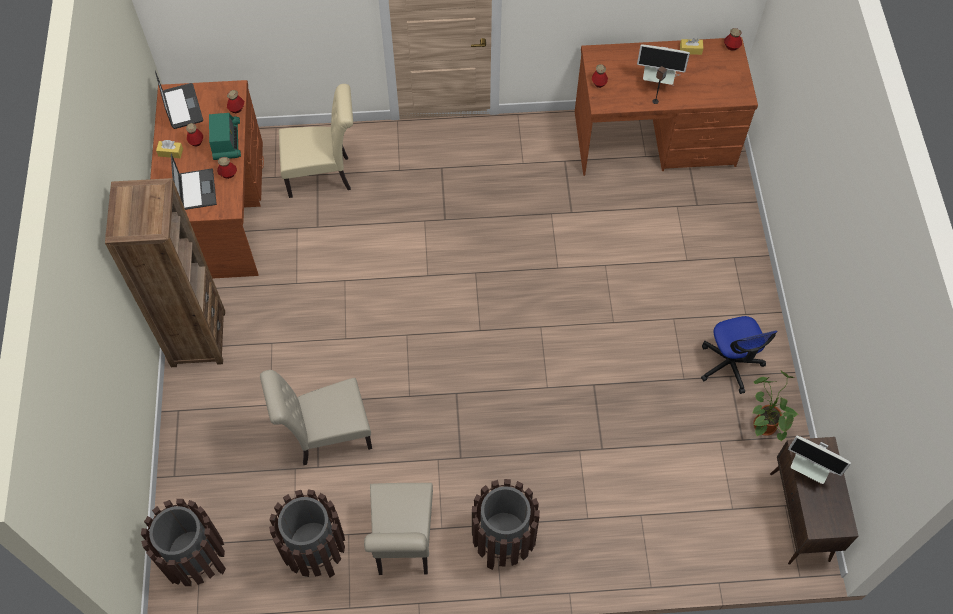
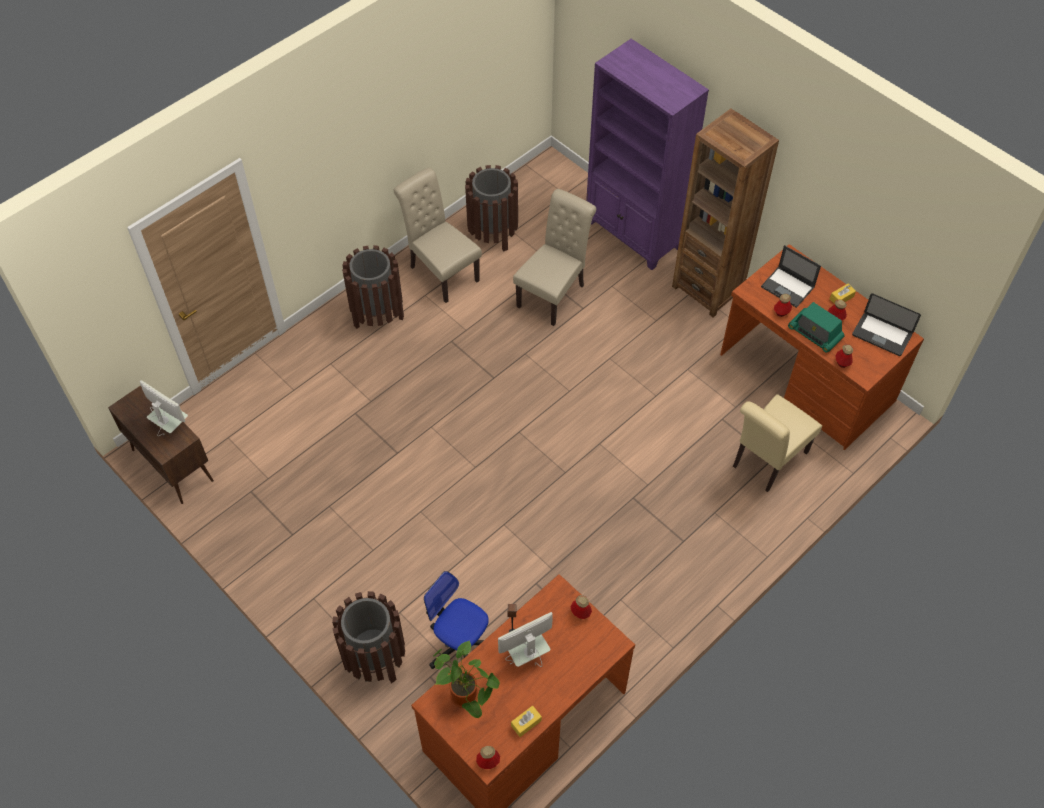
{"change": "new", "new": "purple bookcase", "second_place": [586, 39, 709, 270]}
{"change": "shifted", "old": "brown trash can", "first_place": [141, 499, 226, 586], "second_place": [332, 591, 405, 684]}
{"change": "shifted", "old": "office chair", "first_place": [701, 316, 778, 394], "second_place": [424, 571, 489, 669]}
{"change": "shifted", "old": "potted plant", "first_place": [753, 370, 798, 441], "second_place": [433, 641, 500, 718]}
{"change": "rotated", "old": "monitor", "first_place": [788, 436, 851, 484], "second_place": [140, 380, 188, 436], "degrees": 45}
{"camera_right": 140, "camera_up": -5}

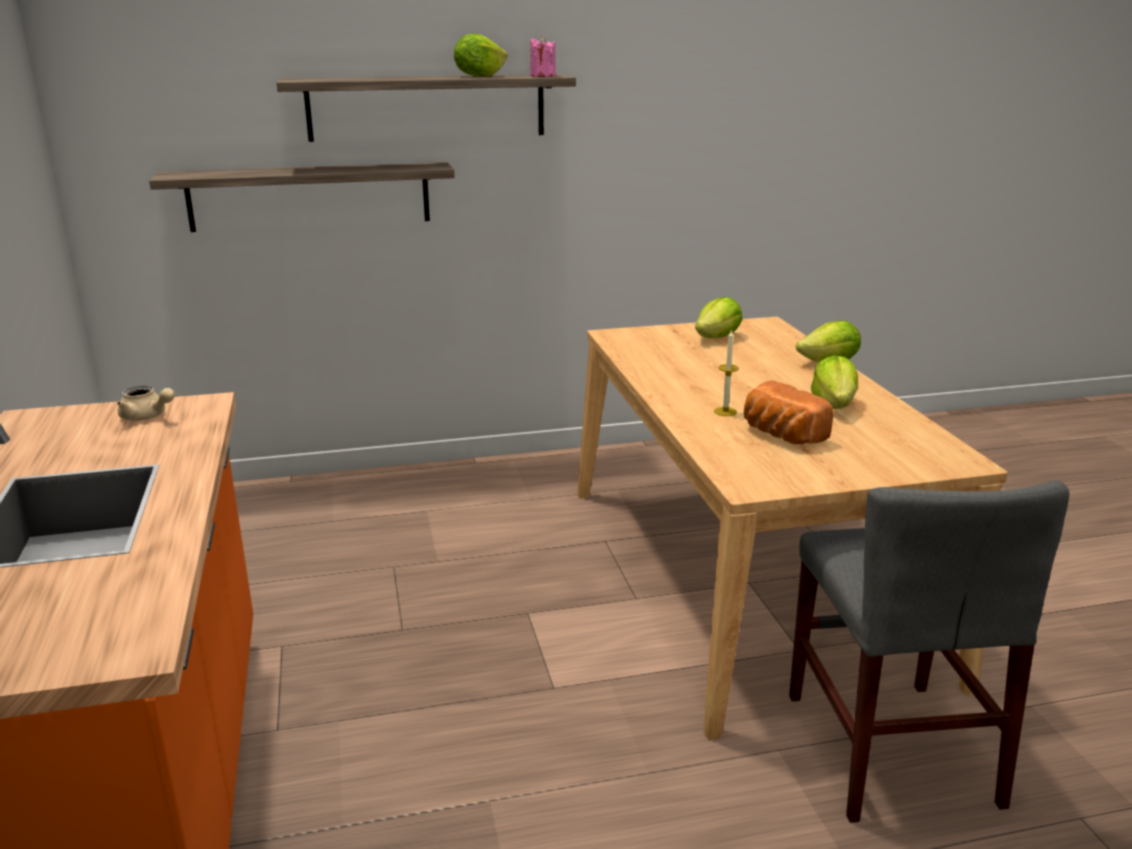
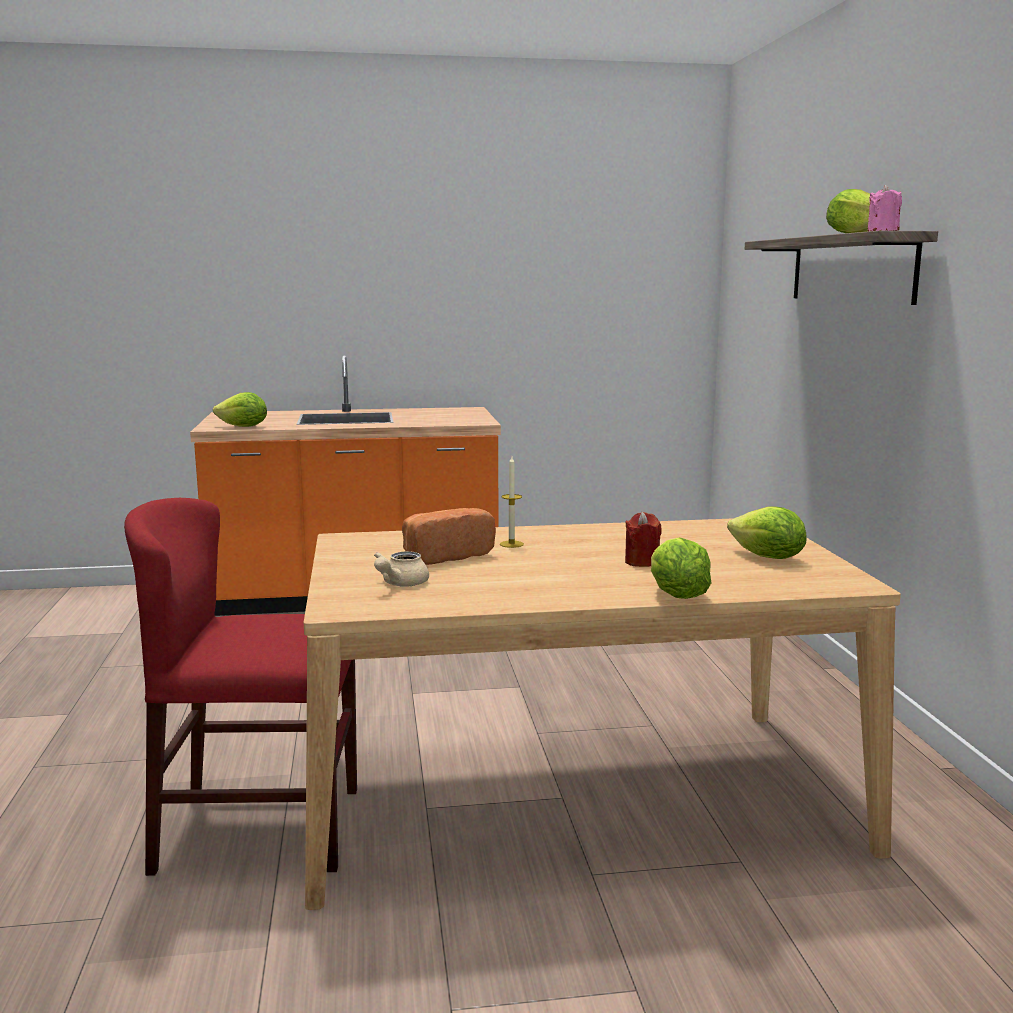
{"change": "gone", "old": "shelf", "first_place": [149, 162, 455, 232]}
{"change": "new", "new": "red candle", "second_place": [625, 512, 662, 567]}
{"change": "shifted", "old": "beige teapot", "first_place": [117, 386, 175, 421], "second_place": [374, 551, 429, 587]}
{"change": "shifted", "old": "lettuce", "first_place": [811, 355, 858, 409], "second_place": [213, 392, 267, 427]}
{"change": "repainted", "old": "grey chair", "new": "red chair", "first_place": [789, 480, 1069, 823], "second_place": [124, 498, 357, 876]}
{"camera_right": 95, "camera_up": -10}

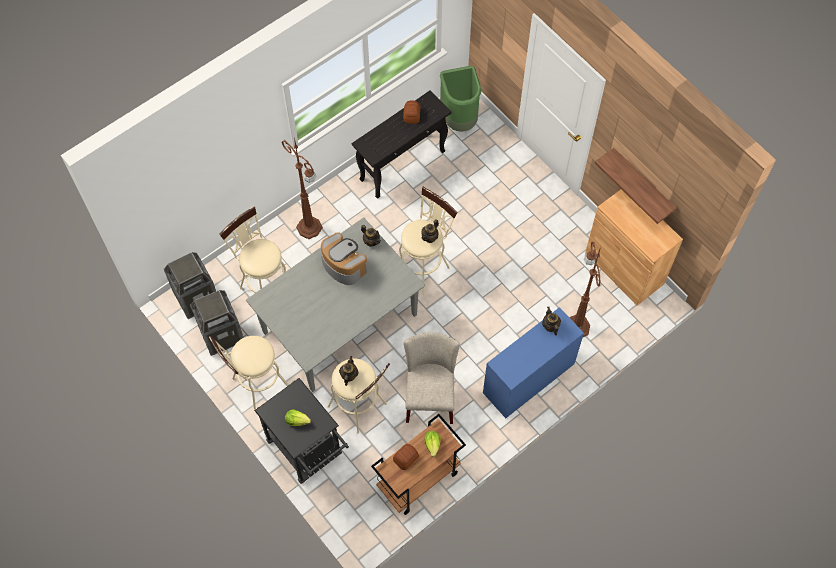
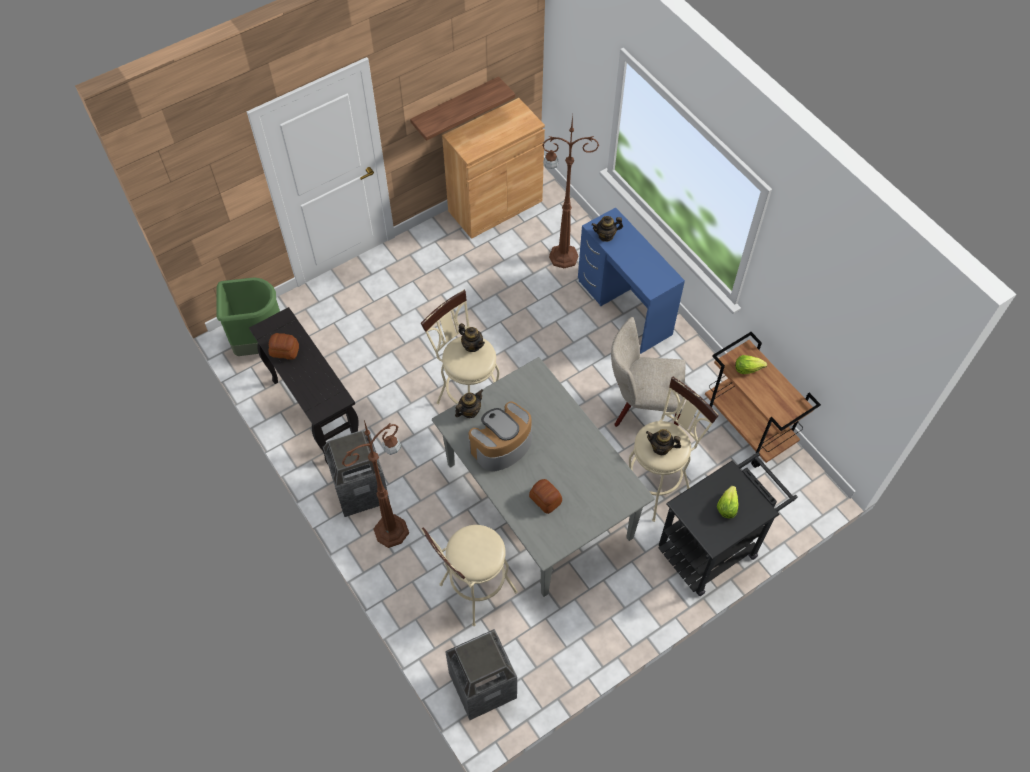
{"change": "gone", "old": "beige stool", "first_place": [209, 336, 289, 410]}
{"change": "shifted", "old": "trash can", "first_place": [190, 290, 244, 356], "second_place": [323, 430, 390, 517]}
{"change": "shifted", "old": "bread", "first_place": [393, 444, 419, 470], "second_place": [529, 479, 562, 514]}
{"camera_right": -85, "camera_up": -5}

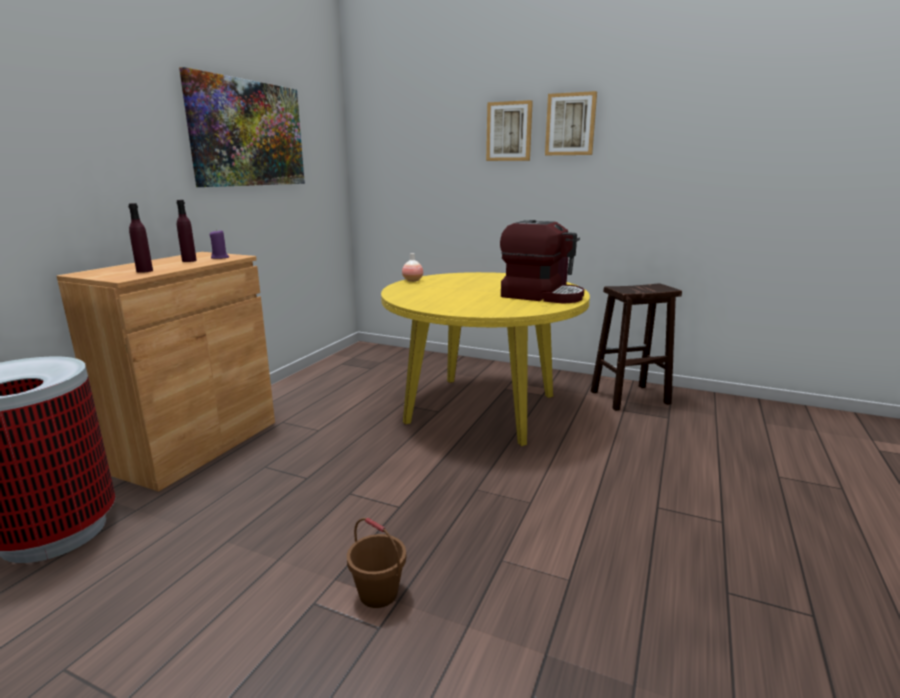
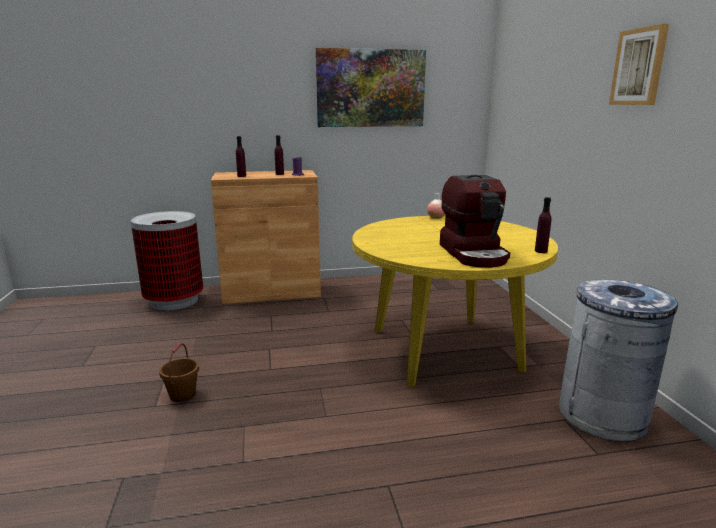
{"change": "gone", "old": "picture", "first_place": [486, 100, 533, 161]}
{"change": "swapped", "old": "brown stool", "new": "grey trash can", "first_place": [591, 283, 682, 411], "second_place": [559, 279, 678, 442]}
{"camera_right": 55, "camera_up": 0}

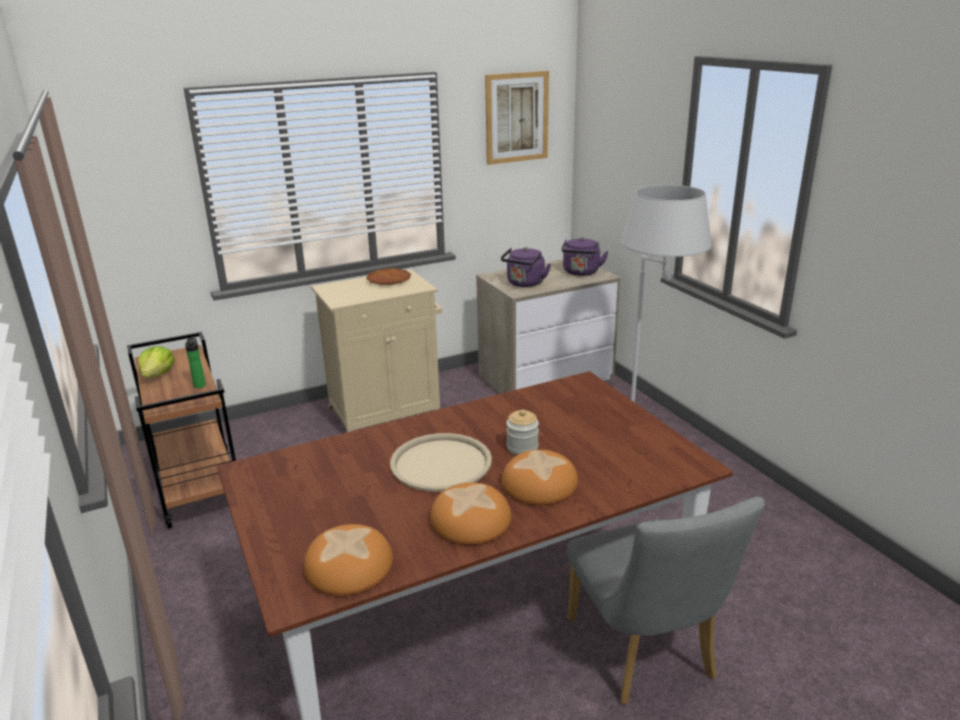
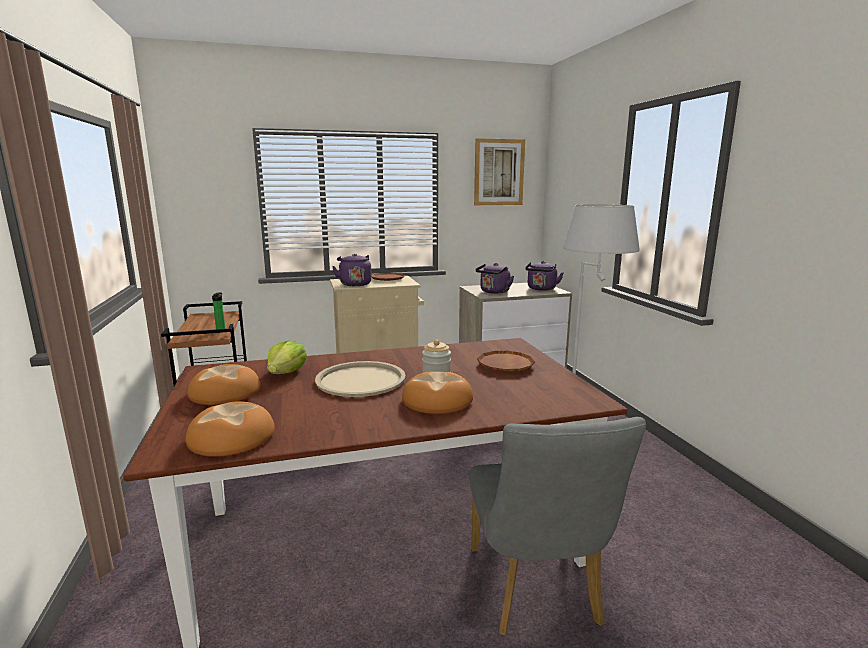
{"change": "new", "new": "purple kettle", "second_place": [332, 254, 372, 286]}
{"change": "new", "new": "brown plate", "second_place": [477, 351, 535, 372]}
{"change": "shifted", "old": "lettuce", "first_place": [139, 346, 175, 378], "second_place": [267, 340, 307, 374]}
{"change": "shifted", "old": "bread", "first_place": [430, 482, 512, 545], "second_place": [188, 364, 261, 405]}
{"camera_right": 10, "camera_up": -10}

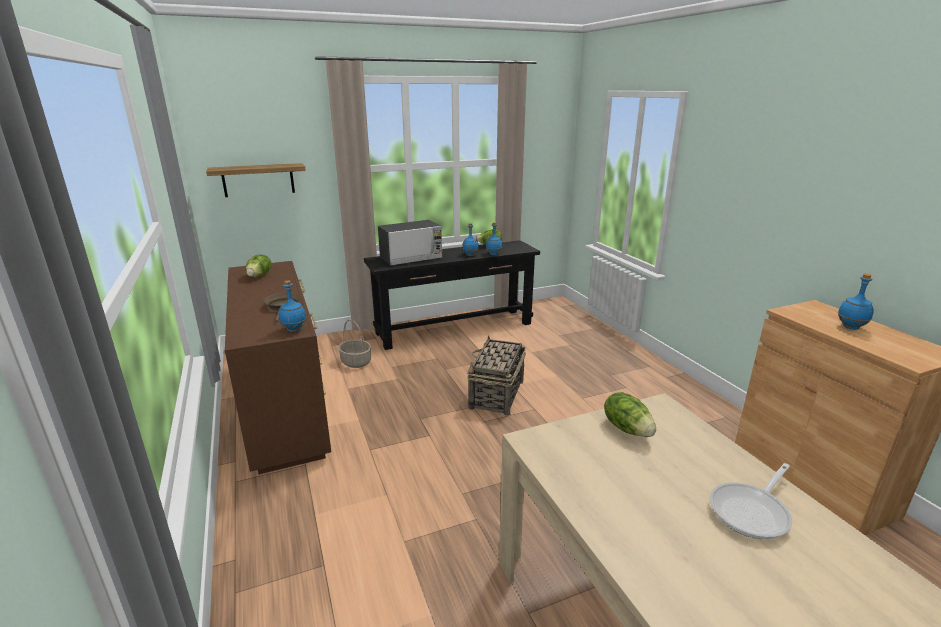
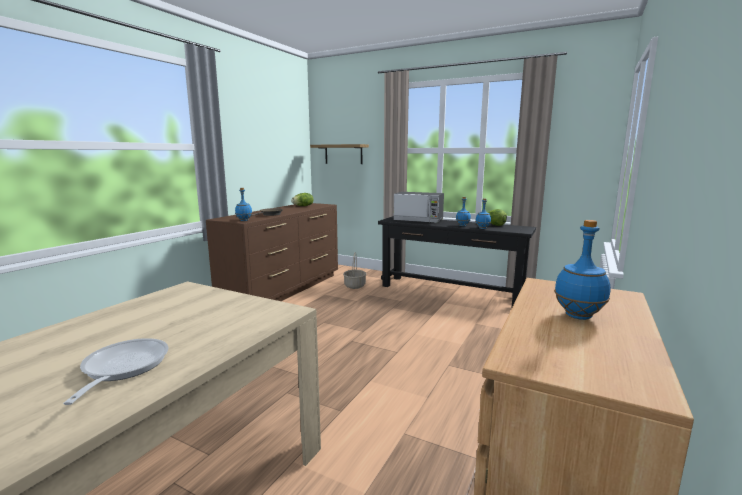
{"change": "gone", "old": "basket", "first_place": [467, 335, 526, 416]}
{"change": "gone", "old": "lettuce", "first_place": [604, 392, 656, 437]}
{"change": "rotated", "old": "frying pan", "first_place": [710, 463, 792, 539], "second_place": [63, 338, 169, 405], "degrees": 75}
{"camera_right": 50, "camera_up": -10}

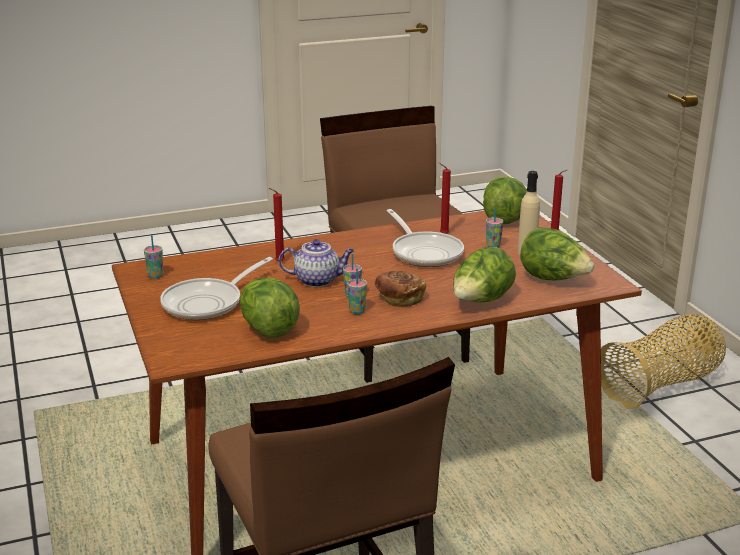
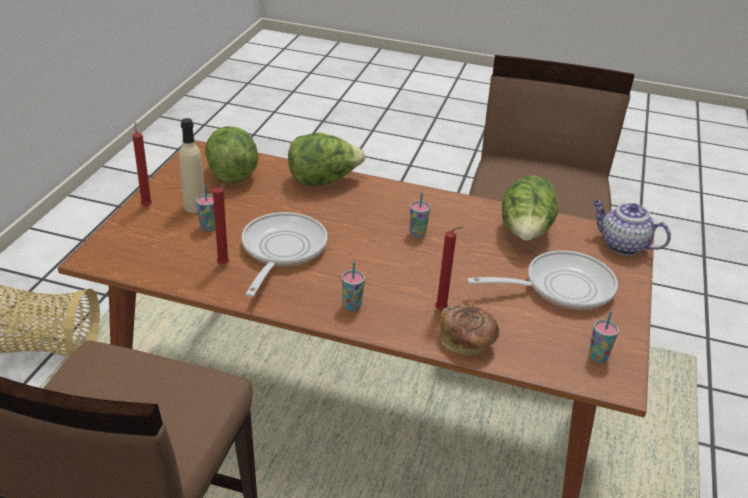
{"change": "gone", "old": "lettuce", "first_place": [483, 177, 527, 224]}
{"change": "shifted", "old": "teapot", "first_place": [278, 239, 354, 287], "second_place": [593, 200, 671, 255]}
{"change": "shifted", "old": "cup", "first_place": [347, 268, 367, 314], "second_place": [342, 262, 365, 311]}
{"change": "shifted", "old": "bread", "first_place": [375, 271, 426, 307], "second_place": [439, 305, 499, 355]}
{"camera_right": -145, "camera_up": 10}

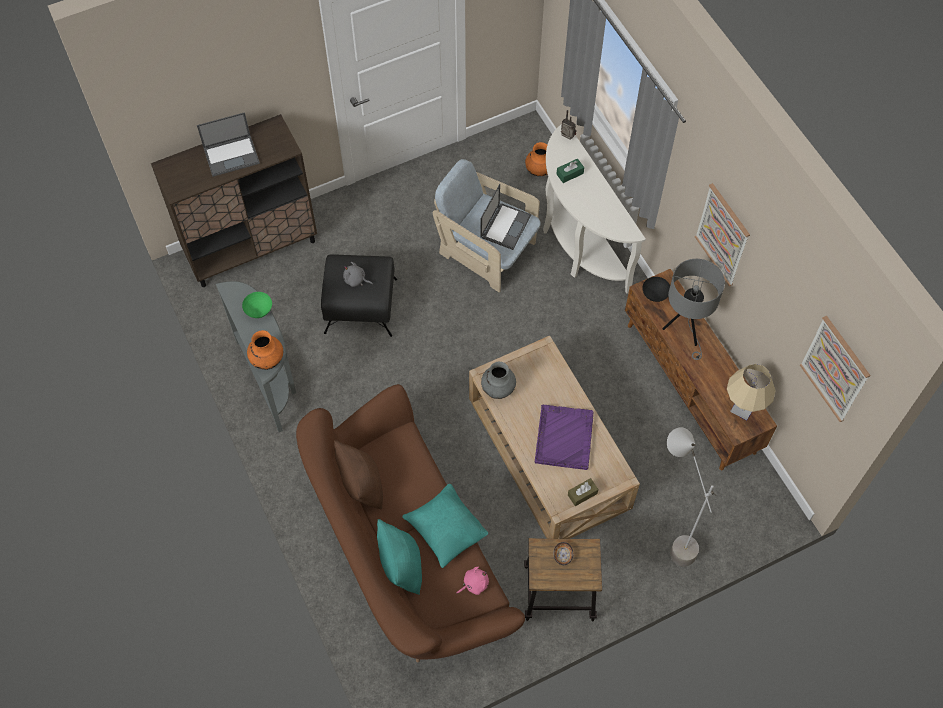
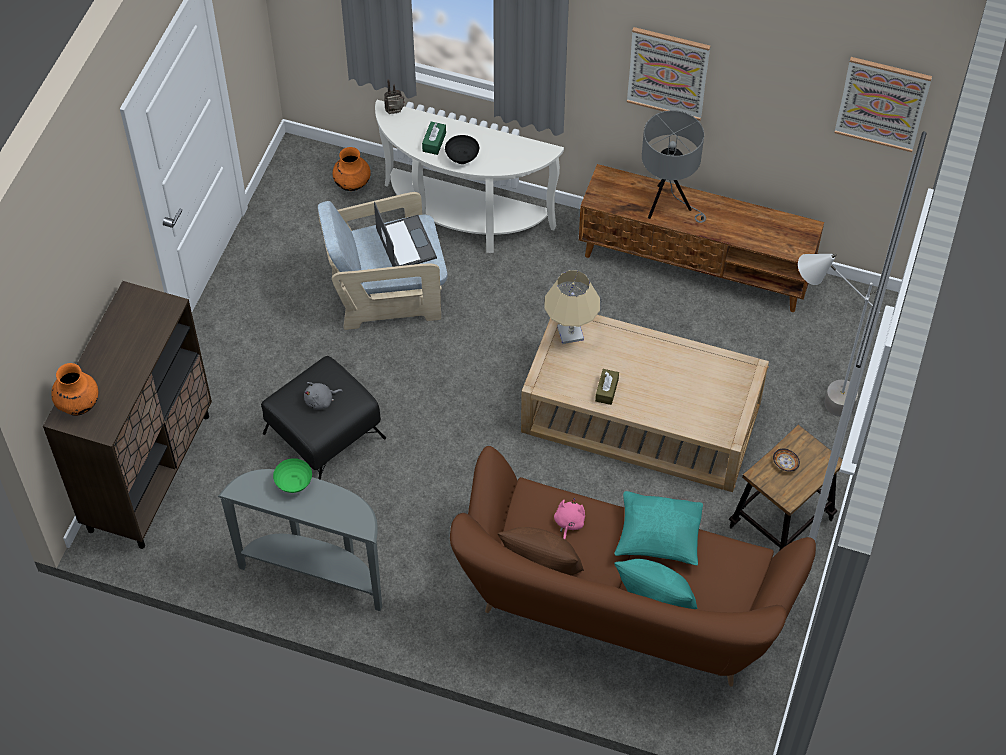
{"change": "gone", "old": "laptop", "first_place": [197, 112, 260, 177]}
{"change": "gone", "old": "grey vase", "first_place": [481, 362, 516, 399]}
{"change": "gone", "old": "purple tray", "first_place": [535, 405, 593, 470]}
{"change": "shifted", "old": "orange vase", "first_place": [247, 330, 283, 370], "second_place": [51, 363, 98, 416]}
{"change": "shifted", "old": "pink plush toy", "first_place": [456, 567, 489, 595], "second_place": [554, 498, 585, 539]}
{"change": "shifted", "old": "brown tissue box", "first_place": [568, 478, 598, 506], "second_place": [595, 369, 619, 405]}
{"change": "shifted", "old": "black bowl", "first_place": [642, 277, 670, 302], "second_place": [445, 135, 479, 164]}
{"change": "shifted", "old": "beige table lamp", "first_place": [727, 364, 776, 420], "second_place": [544, 270, 600, 344]}
{"camera_right": -45, "camera_up": -5}

